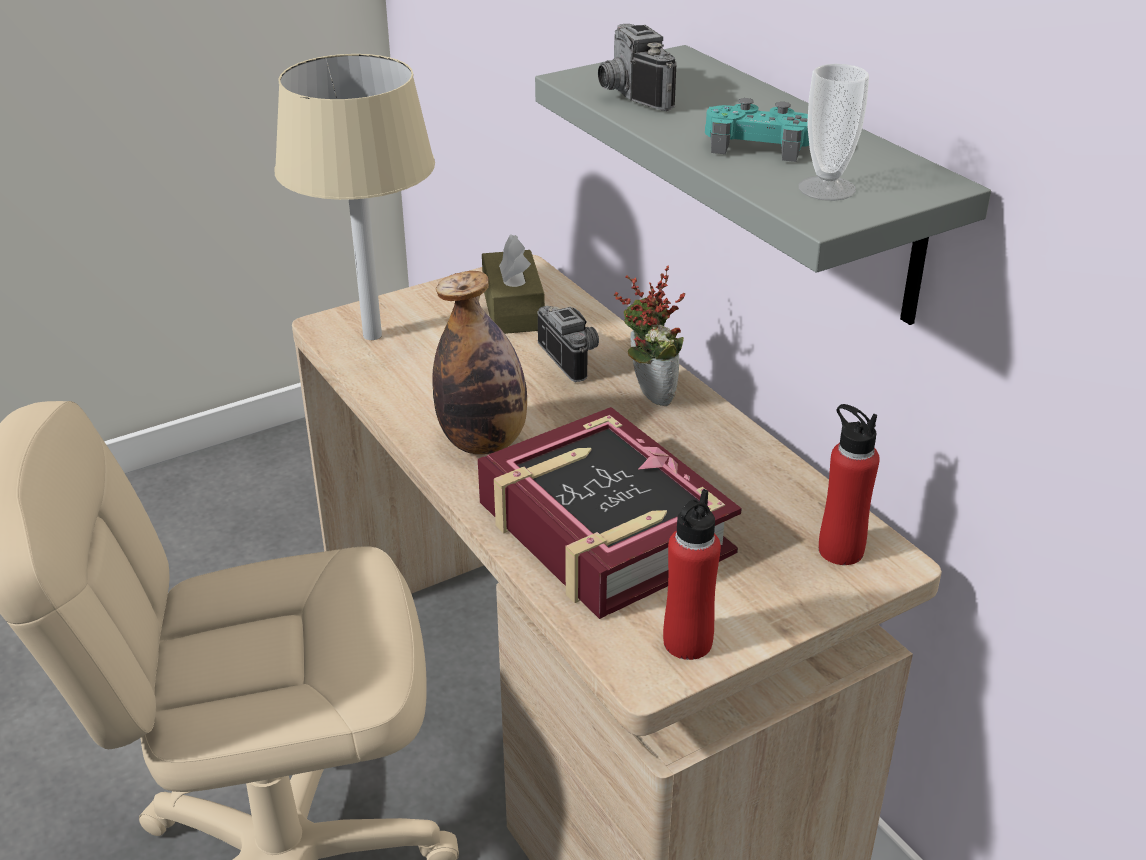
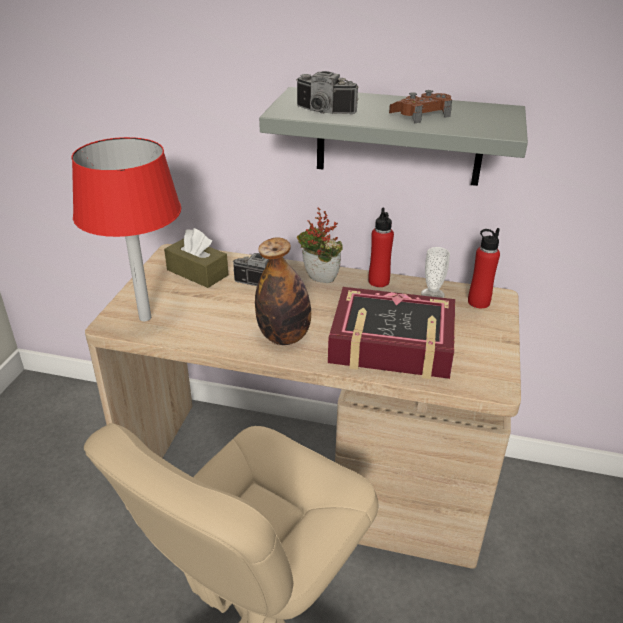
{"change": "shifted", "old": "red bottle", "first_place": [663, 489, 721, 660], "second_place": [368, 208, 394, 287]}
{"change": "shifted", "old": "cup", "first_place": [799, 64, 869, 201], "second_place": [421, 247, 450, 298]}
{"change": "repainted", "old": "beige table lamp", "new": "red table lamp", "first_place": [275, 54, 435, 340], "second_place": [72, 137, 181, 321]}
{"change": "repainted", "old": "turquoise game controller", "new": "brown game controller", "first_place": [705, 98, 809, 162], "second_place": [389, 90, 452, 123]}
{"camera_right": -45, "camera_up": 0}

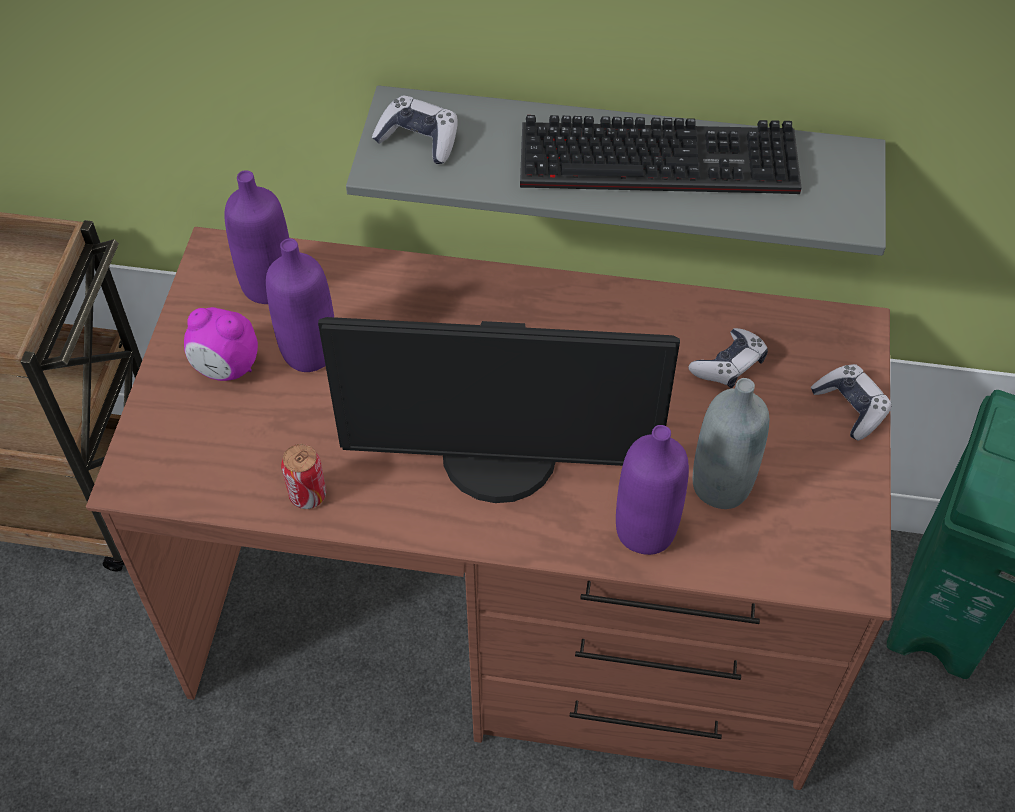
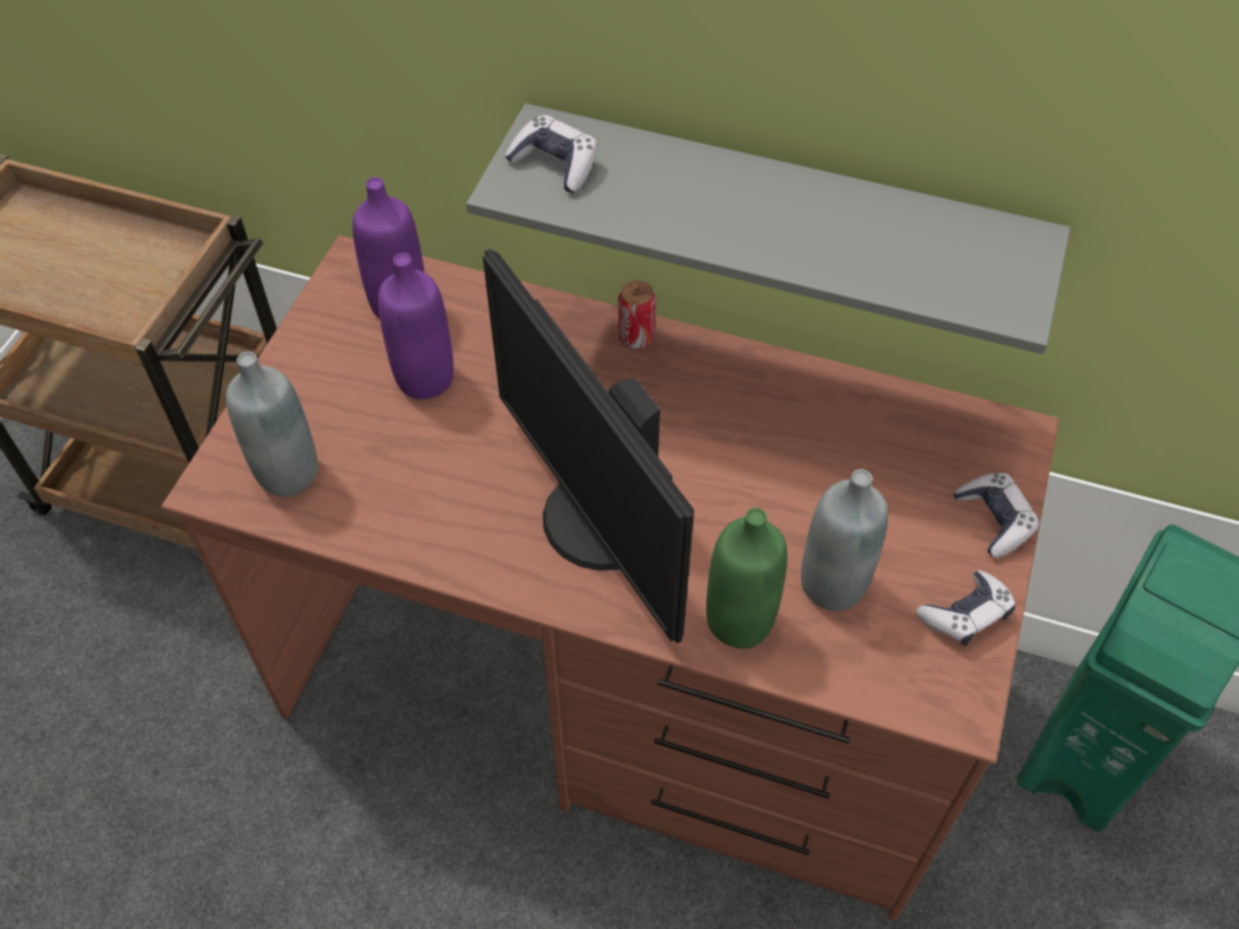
{"change": "gone", "old": "alarm clock", "first_place": [184, 307, 258, 381]}
{"change": "gone", "old": "keyboard", "first_place": [520, 115, 802, 194]}
{"change": "new", "new": "grey bottle", "second_place": [226, 352, 318, 497]}
{"change": "shifted", "old": "can", "first_place": [281, 444, 326, 509], "second_place": [618, 280, 656, 349]}
{"change": "shifted", "old": "game controller", "first_place": [688, 328, 768, 388], "second_place": [916, 570, 1016, 646]}
{"change": "repainted", "old": "purple bottle", "new": "green bottle", "first_place": [616, 425, 689, 555], "second_place": [706, 508, 787, 649]}
{"change": "rotated", "old": "monitor", "first_place": [318, 317, 680, 503], "second_place": [483, 249, 694, 644], "degrees": 45}
{"camera_right": 10, "camera_up": 0}

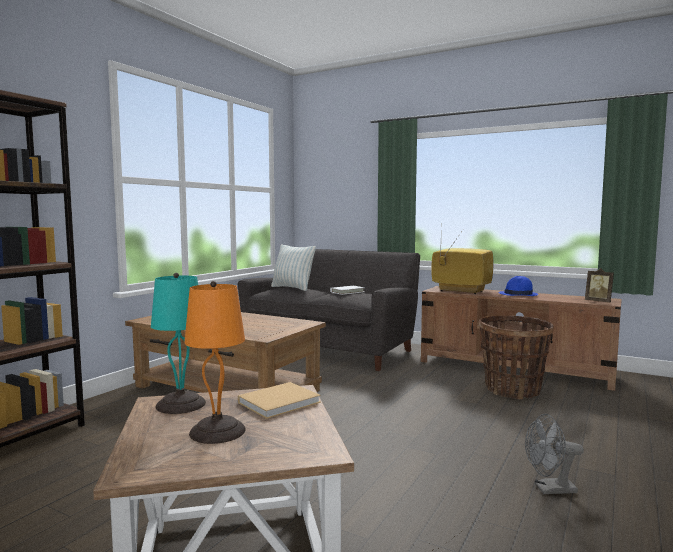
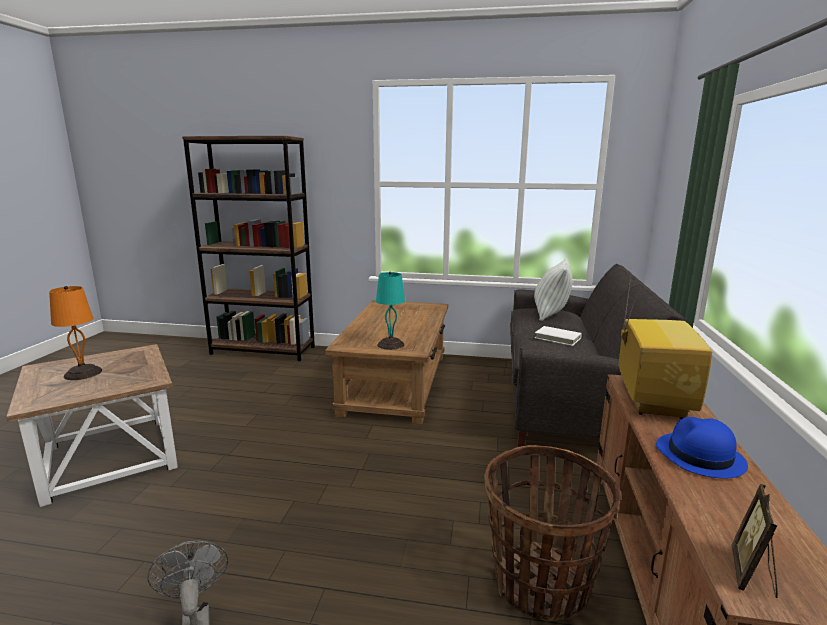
{"change": "gone", "old": "beige book", "first_place": [238, 382, 321, 419]}
{"change": "shifted", "old": "turquoise table lamp", "first_place": [151, 273, 206, 414], "second_place": [376, 272, 405, 350]}
{"camera_right": 70, "camera_up": 10}

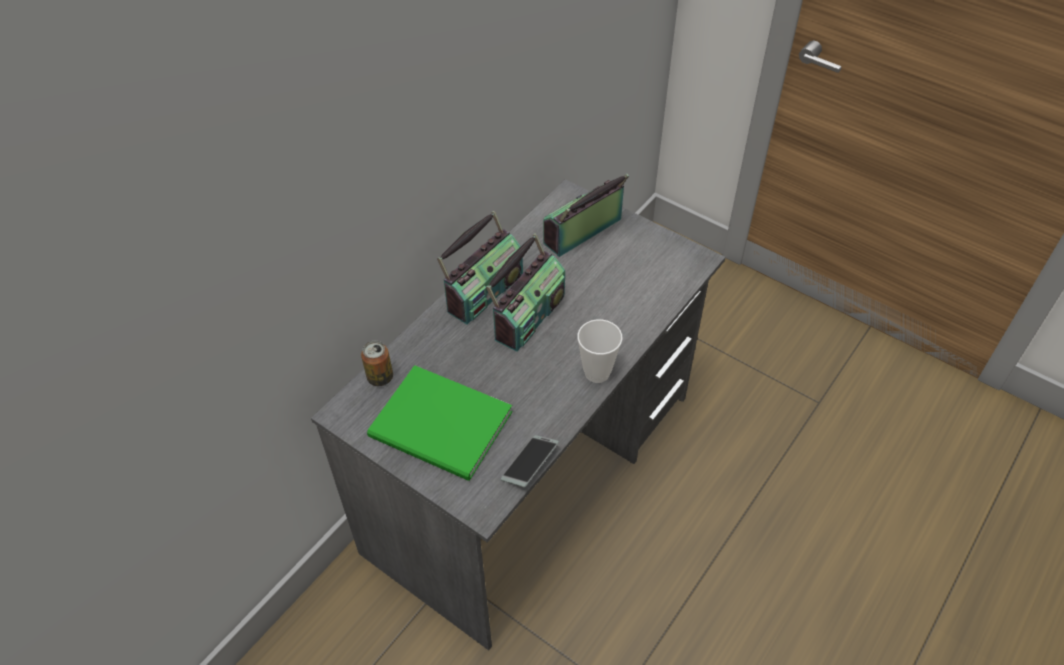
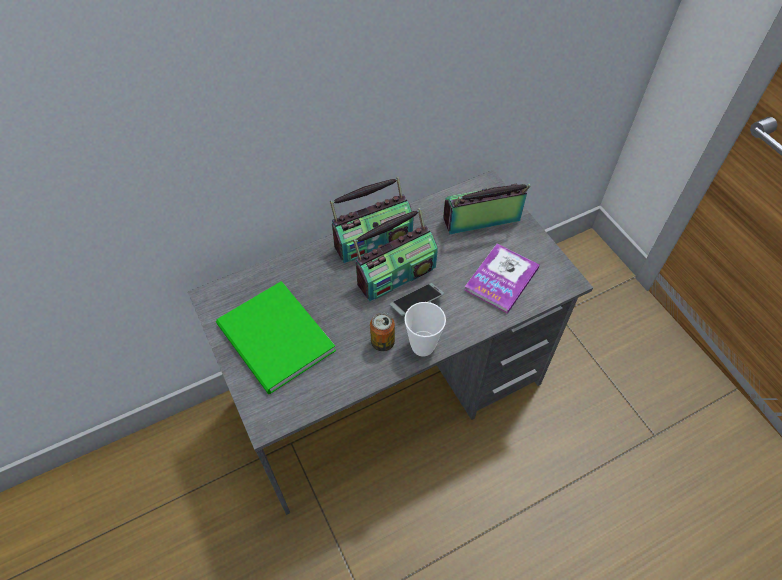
{"change": "new", "new": "book", "second_place": [464, 243, 540, 314]}
{"change": "shifted", "old": "can", "first_place": [361, 341, 393, 386], "second_place": [370, 312, 395, 352]}
{"change": "shifted", "old": "phone", "first_place": [501, 435, 559, 487], "second_place": [390, 283, 444, 316]}
{"camera_right": 25, "camera_up": 5}

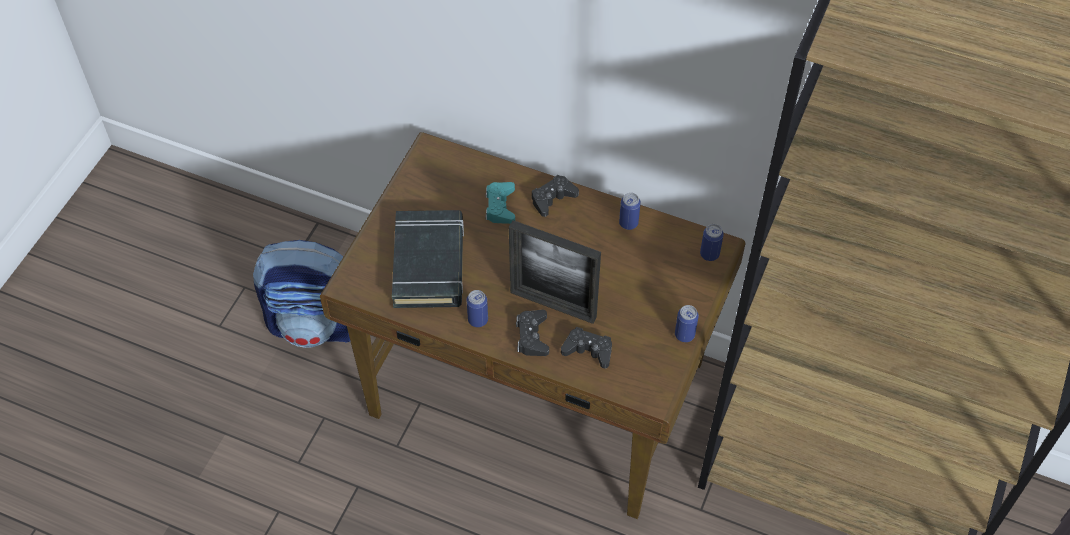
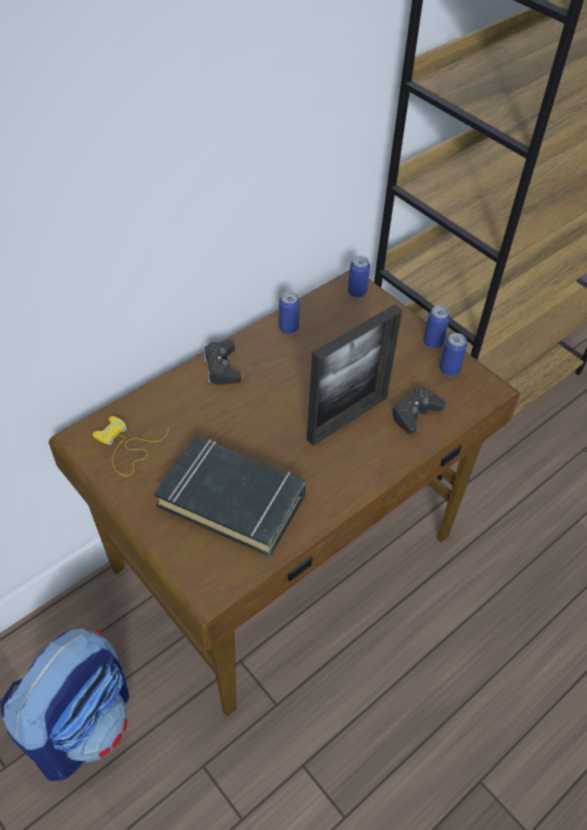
{"change": "gone", "old": "turquoise game controller", "first_place": [485, 182, 515, 224]}
{"change": "gone", "old": "black game controller", "first_place": [516, 310, 549, 356]}
{"change": "new", "new": "yellow game controller", "second_place": [93, 416, 168, 476]}
{"change": "shifted", "old": "can", "first_place": [466, 290, 488, 327], "second_place": [440, 333, 467, 376]}
{"camera_right": -65, "camera_up": -5}

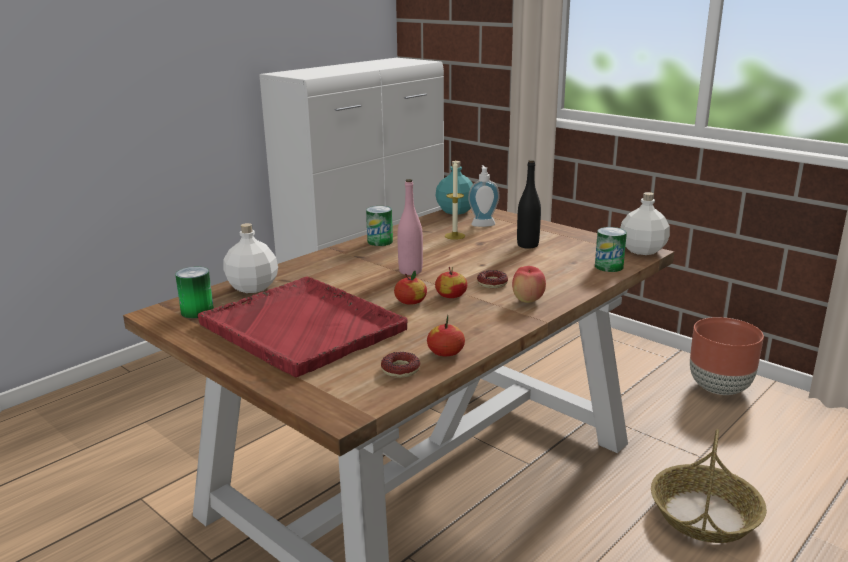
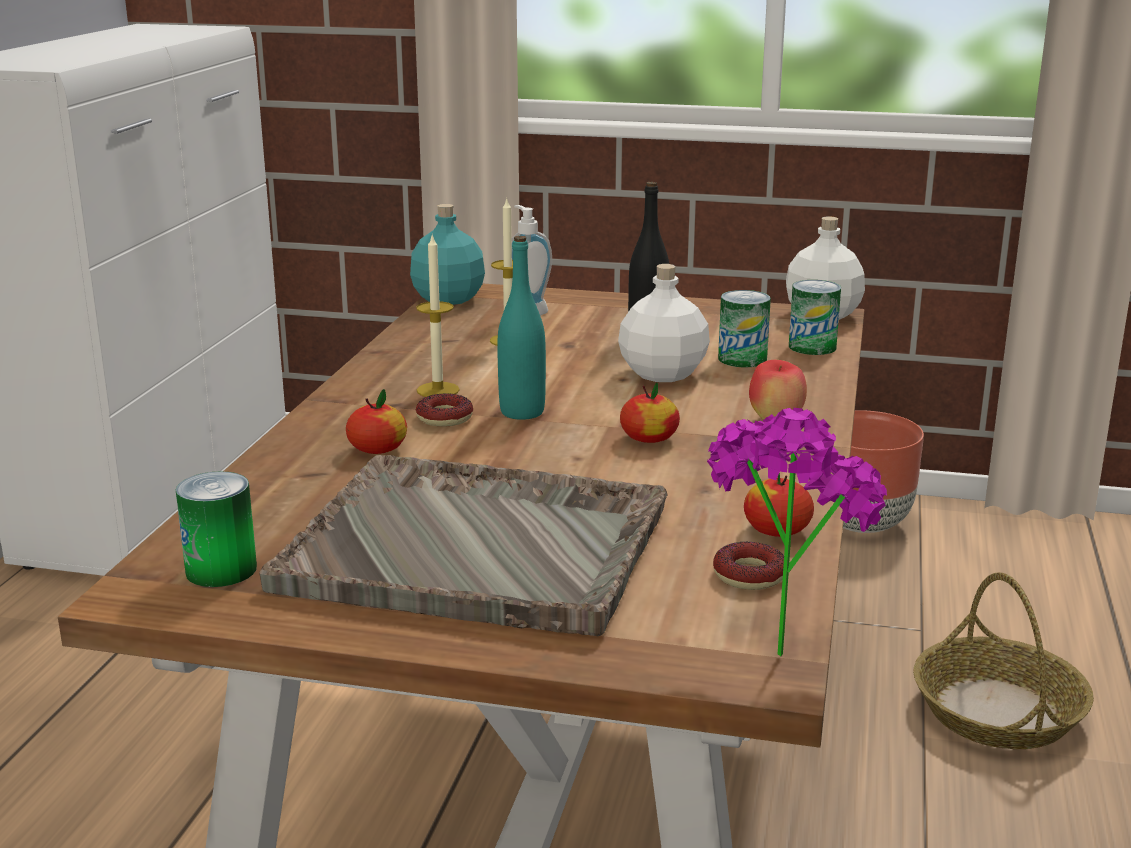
{"change": "new", "new": "candle", "second_place": [416, 233, 460, 397]}
{"change": "new", "new": "potted plant", "second_place": [707, 408, 887, 656]}
{"change": "shifted", "old": "white bottle", "first_place": [223, 223, 278, 293], "second_place": [618, 264, 710, 382]}
{"change": "shifted", "old": "can", "first_place": [366, 206, 393, 246], "second_place": [718, 290, 771, 367]}
{"change": "shifted", "old": "apple", "first_place": [394, 271, 427, 305], "second_place": [346, 389, 407, 454]}
{"change": "shifted", "old": "donut", "first_place": [477, 270, 508, 288], "second_place": [416, 393, 473, 427]}
{"change": "repainted", "old": "red tray", "new": "grey tray", "first_place": [198, 277, 408, 377], "second_place": [259, 455, 668, 636]}
{"change": "repainted", "old": "pink bottle", "new": "turquoise bottle", "first_place": [397, 179, 423, 275], "second_place": [497, 236, 546, 420]}
{"camera_right": -30, "camera_up": 0}

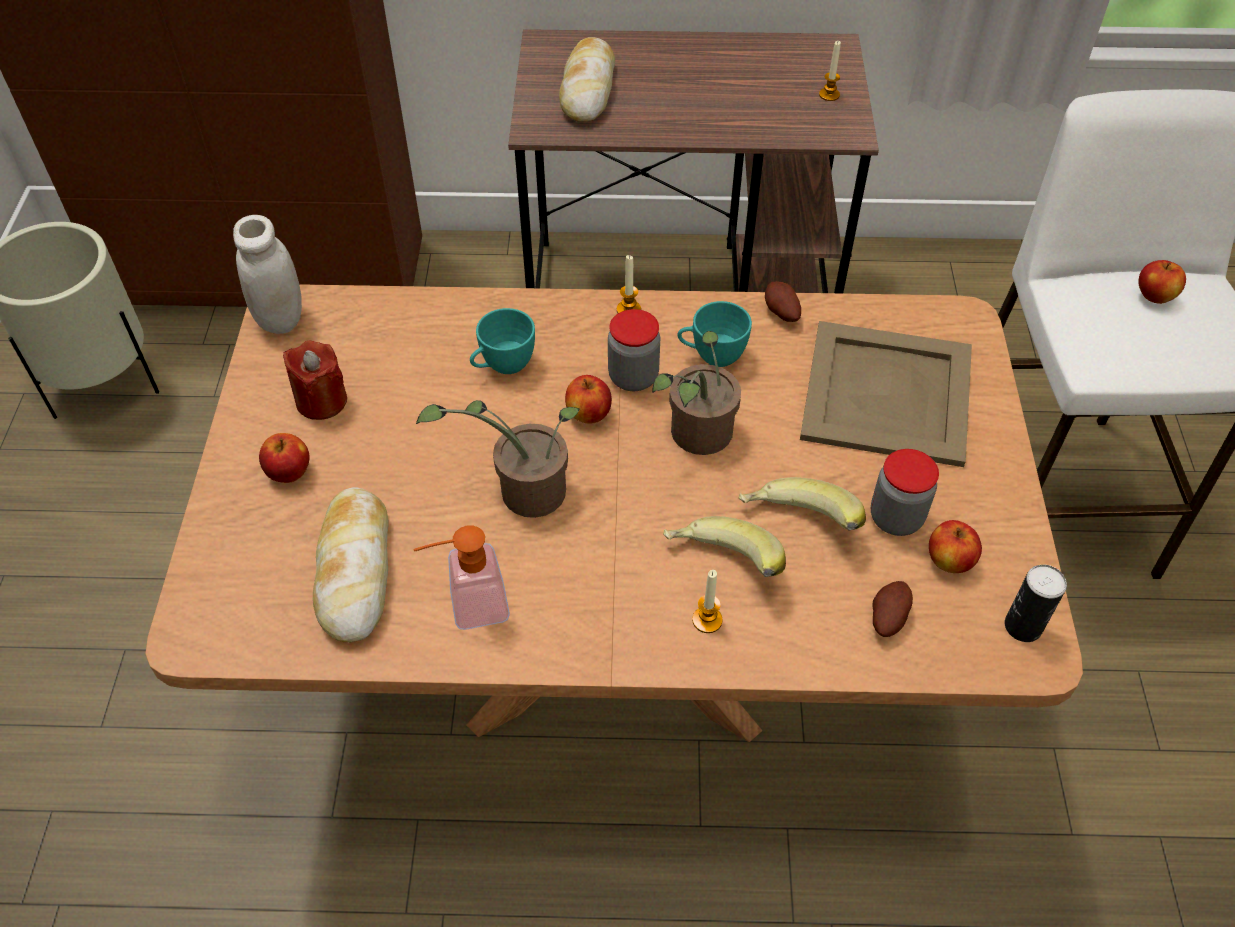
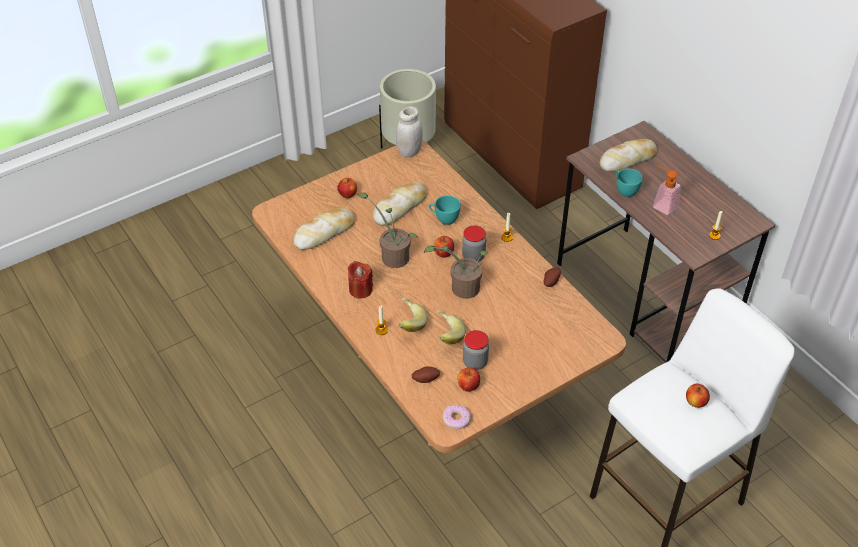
{"change": "gone", "old": "beige tray", "first_place": [800, 321, 972, 467]}
{"change": "new", "new": "bread", "second_place": [373, 182, 427, 226]}
{"change": "shifted", "old": "red candle", "first_place": [283, 341, 347, 420], "second_place": [348, 261, 373, 299]}
{"change": "shifted", "old": "soap dispenser", "first_place": [413, 525, 510, 630], "second_place": [653, 165, 681, 215]}
{"change": "shifted", "old": "turquoise cup", "first_place": [677, 301, 752, 367], "second_place": [616, 169, 643, 197]}
{"change": "swapped", "old": "can", "new": "donut", "first_place": [1005, 565, 1067, 642], "second_place": [442, 405, 471, 430]}
{"camera_right": 55, "camera_up": -5}

